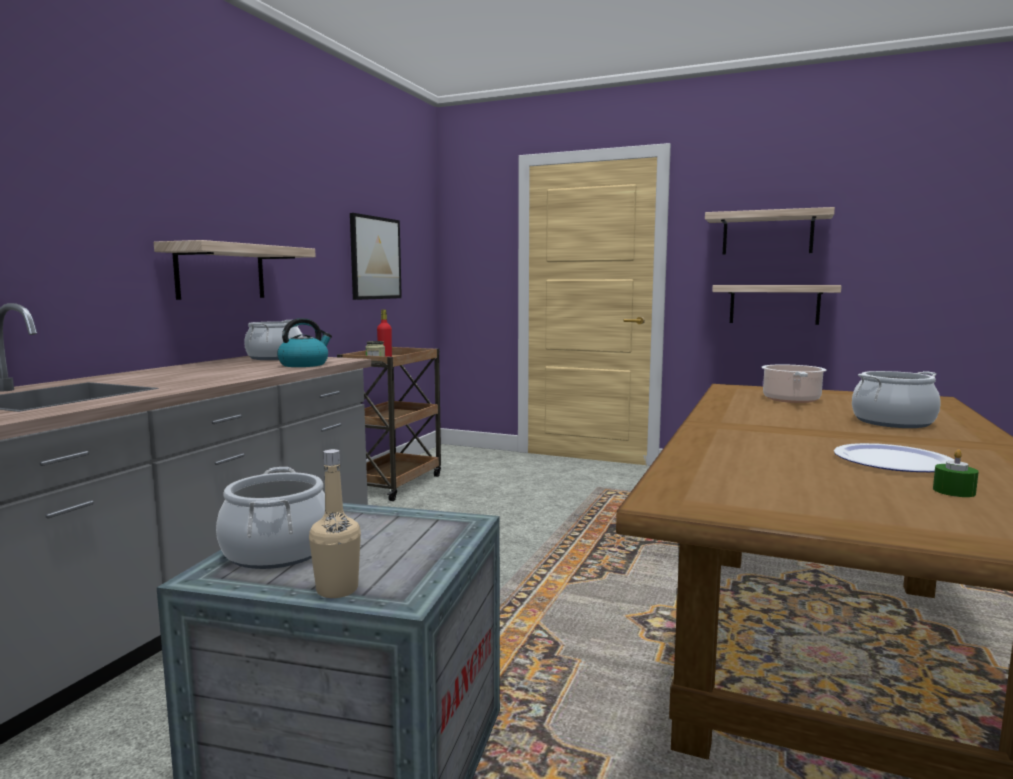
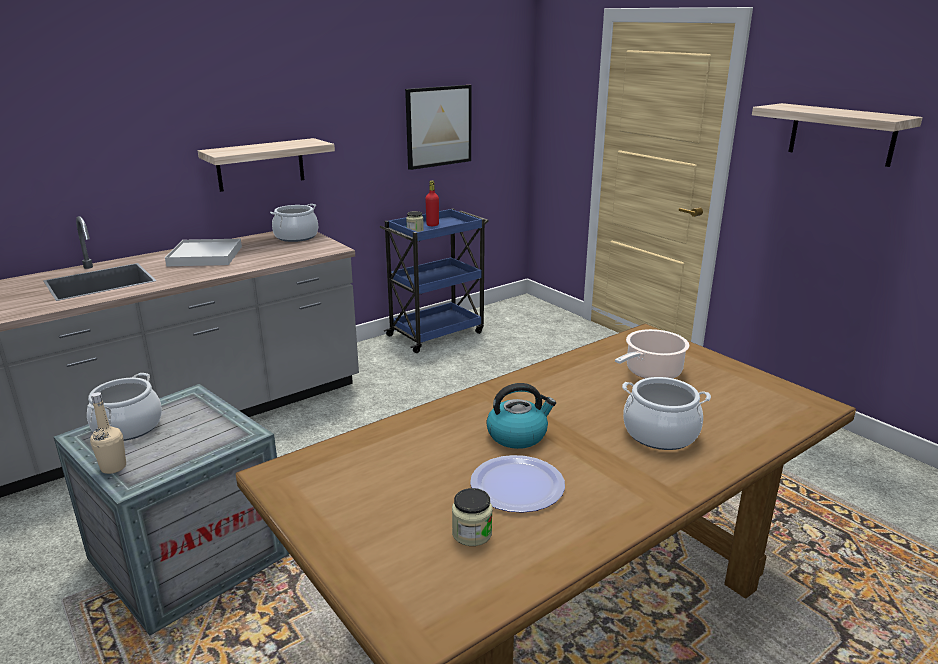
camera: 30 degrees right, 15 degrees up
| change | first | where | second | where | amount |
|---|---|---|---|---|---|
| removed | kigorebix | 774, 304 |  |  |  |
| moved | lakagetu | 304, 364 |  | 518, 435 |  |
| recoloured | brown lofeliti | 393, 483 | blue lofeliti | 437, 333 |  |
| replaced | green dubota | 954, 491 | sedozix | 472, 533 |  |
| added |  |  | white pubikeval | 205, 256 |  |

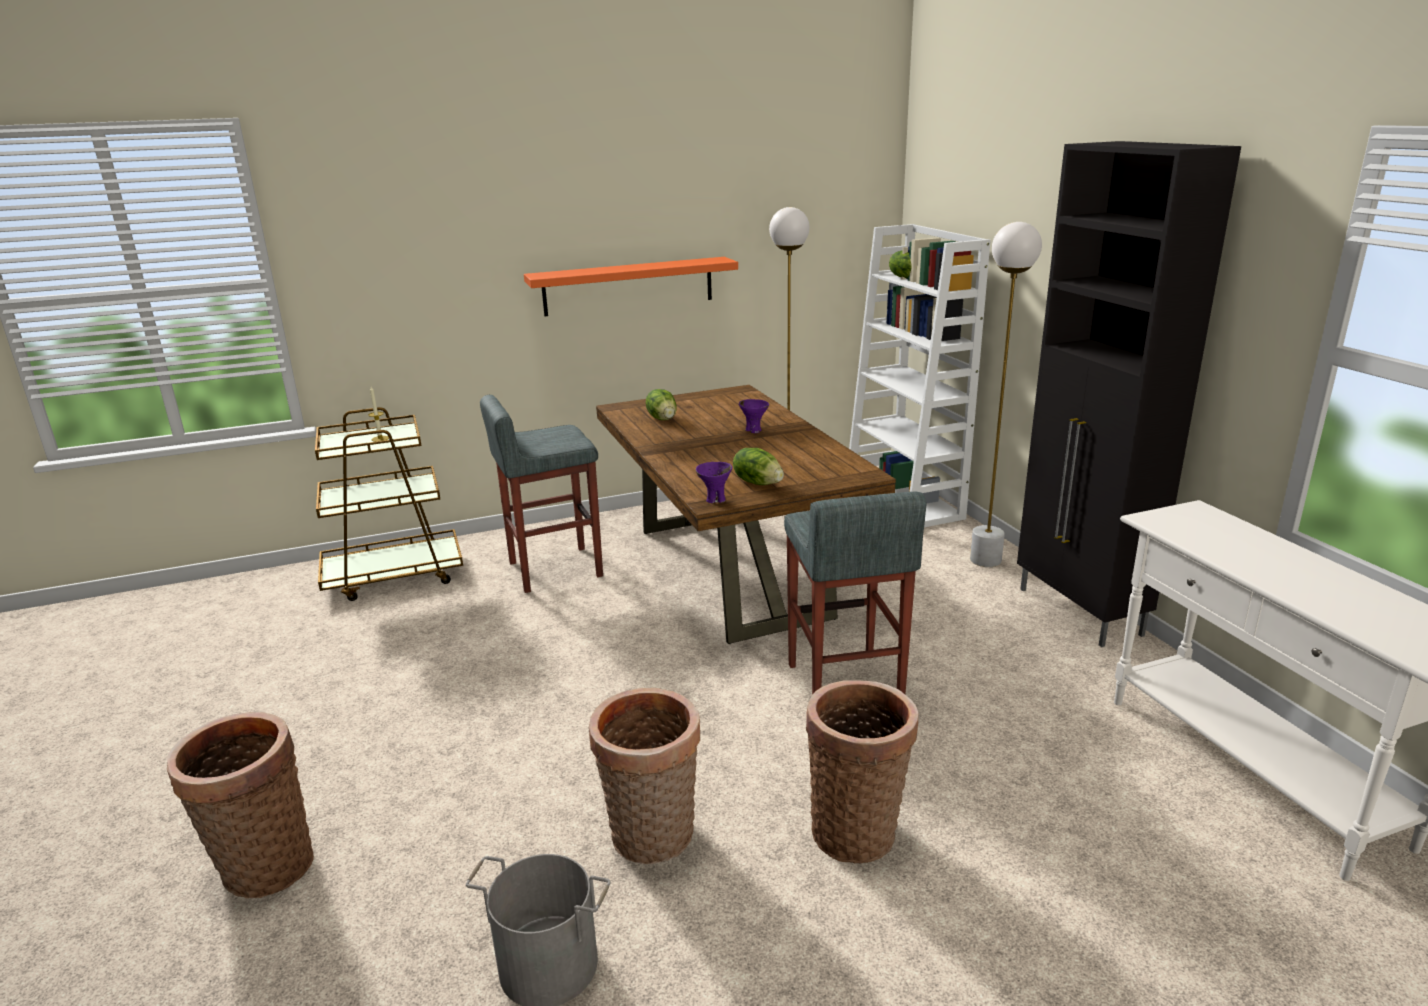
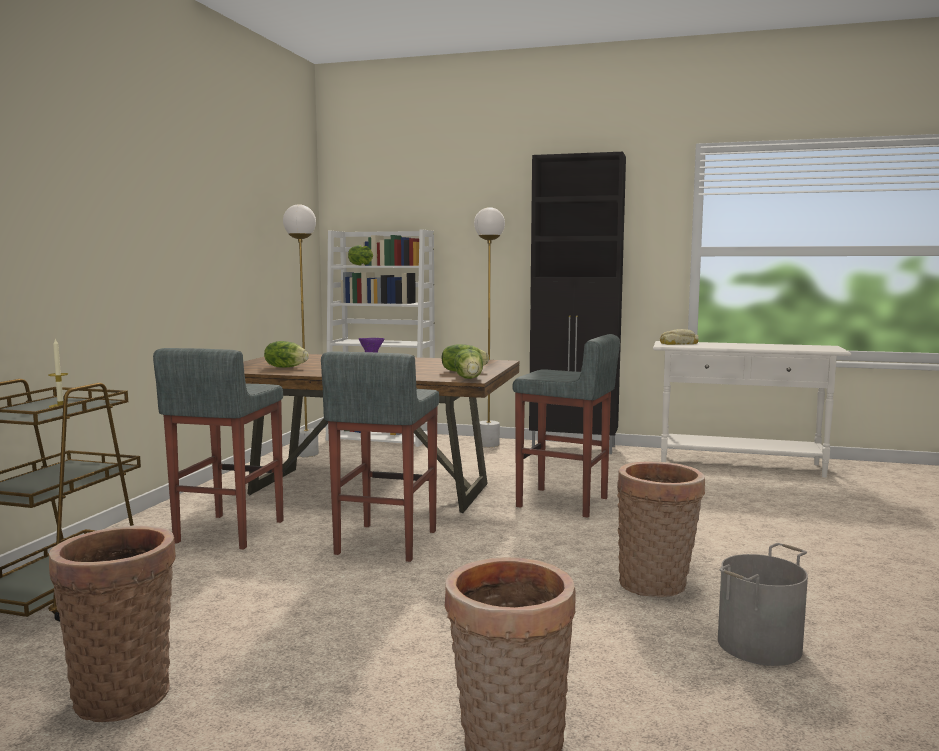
camera: 55 degrees left, 15 degrees down
| change | first | where | second | where | amount |
|---|---|---|---|---|---|
| removed | orange kigorebix | 628, 286 |  |  |  |
| replaced | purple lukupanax | 715, 500 | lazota | 469, 378 |  |
| moved | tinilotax | 856, 829 |  | 123, 692 |  |
| added |  |  | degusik | 678, 343 |  |
| added |  |  | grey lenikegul | 385, 542 |  |

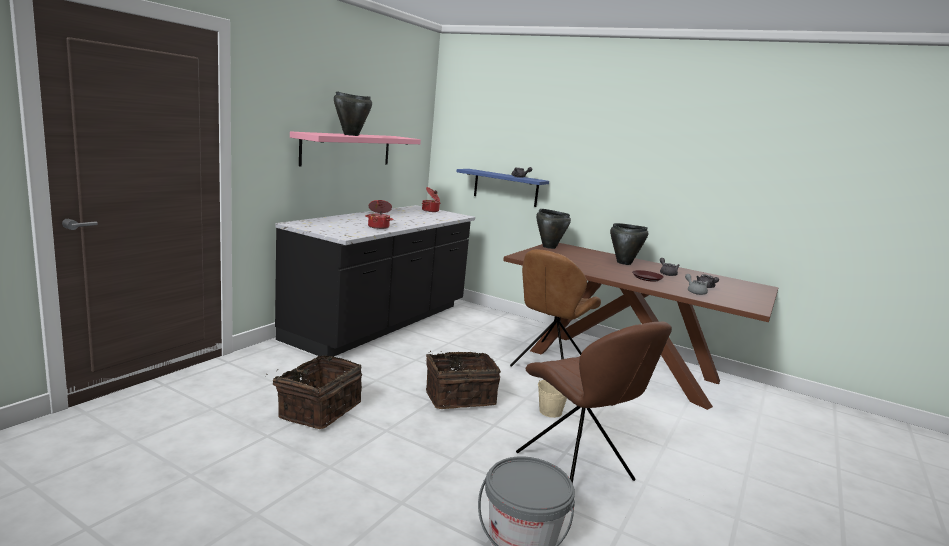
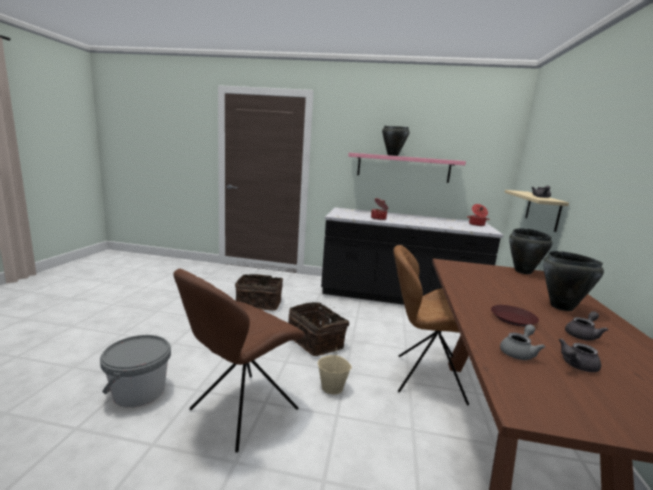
camera: 70 degrees right, 0 degrees up
| change | first | where | second | where | amount |
|---|---|---|---|---|---|
| recoloured | blue kigorebix | 505, 187 | beige kigorebix | 542, 210 |  |

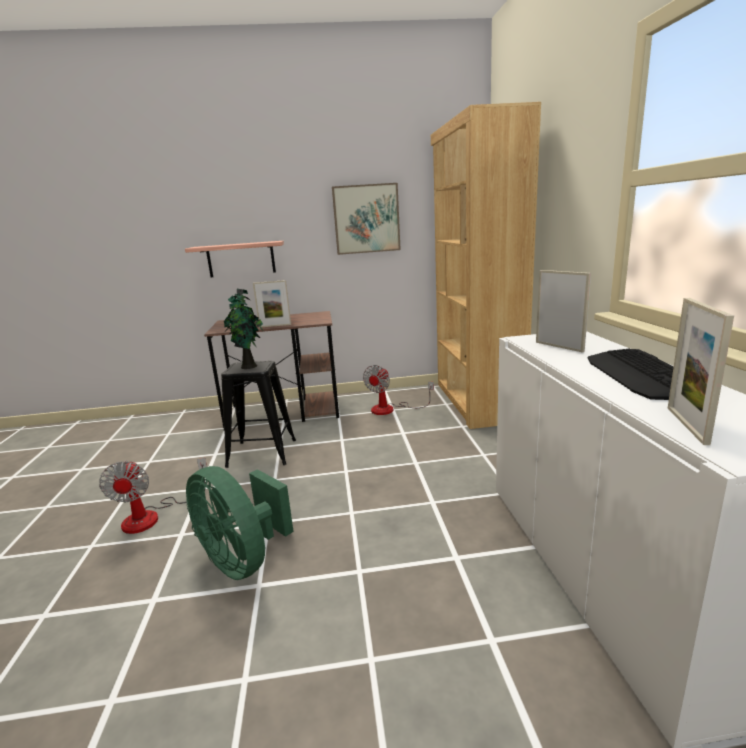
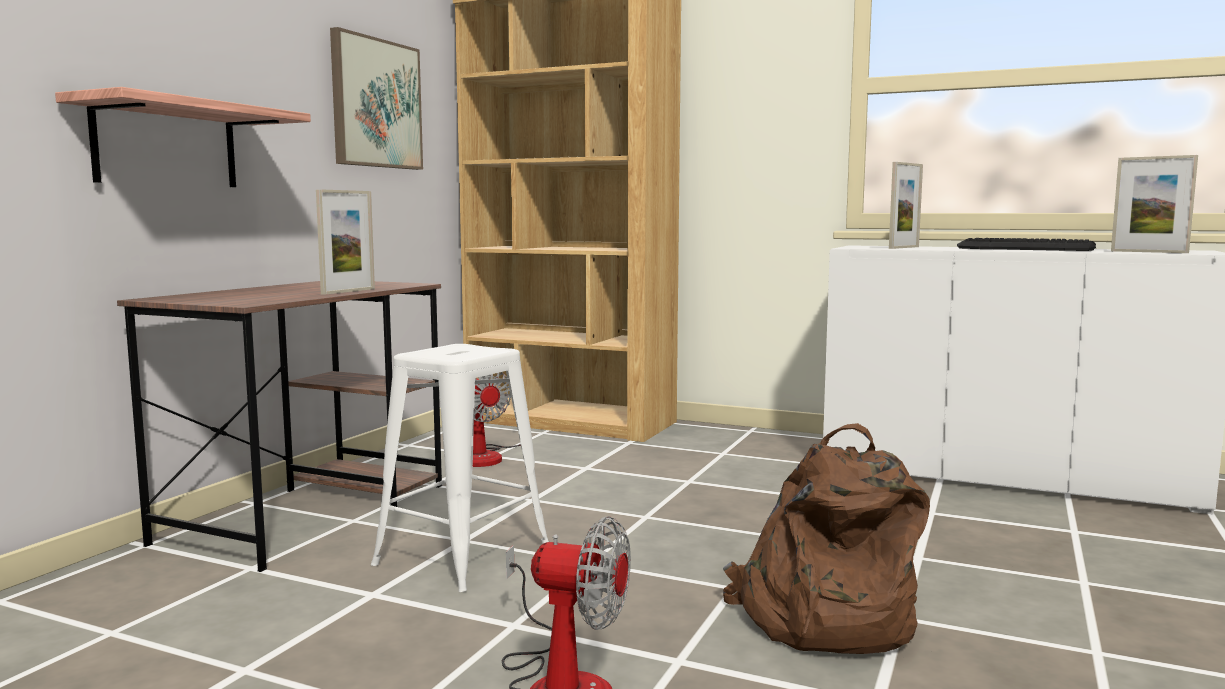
camera: 60 degrees left, 10 degrees down
| change | first | where | second | where | amount |
|---|---|---|---|---|---|
| turned | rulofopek | 559, 346 |  | 904, 247 | 135 degrees clockwise |
| removed | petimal | 250, 366 |  |  |  |
| recoloured | black lenikegul | 262, 453 | white lenikegul | 463, 555 |  |
| replaced | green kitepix | 243, 559 | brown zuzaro | 822, 619 |  |

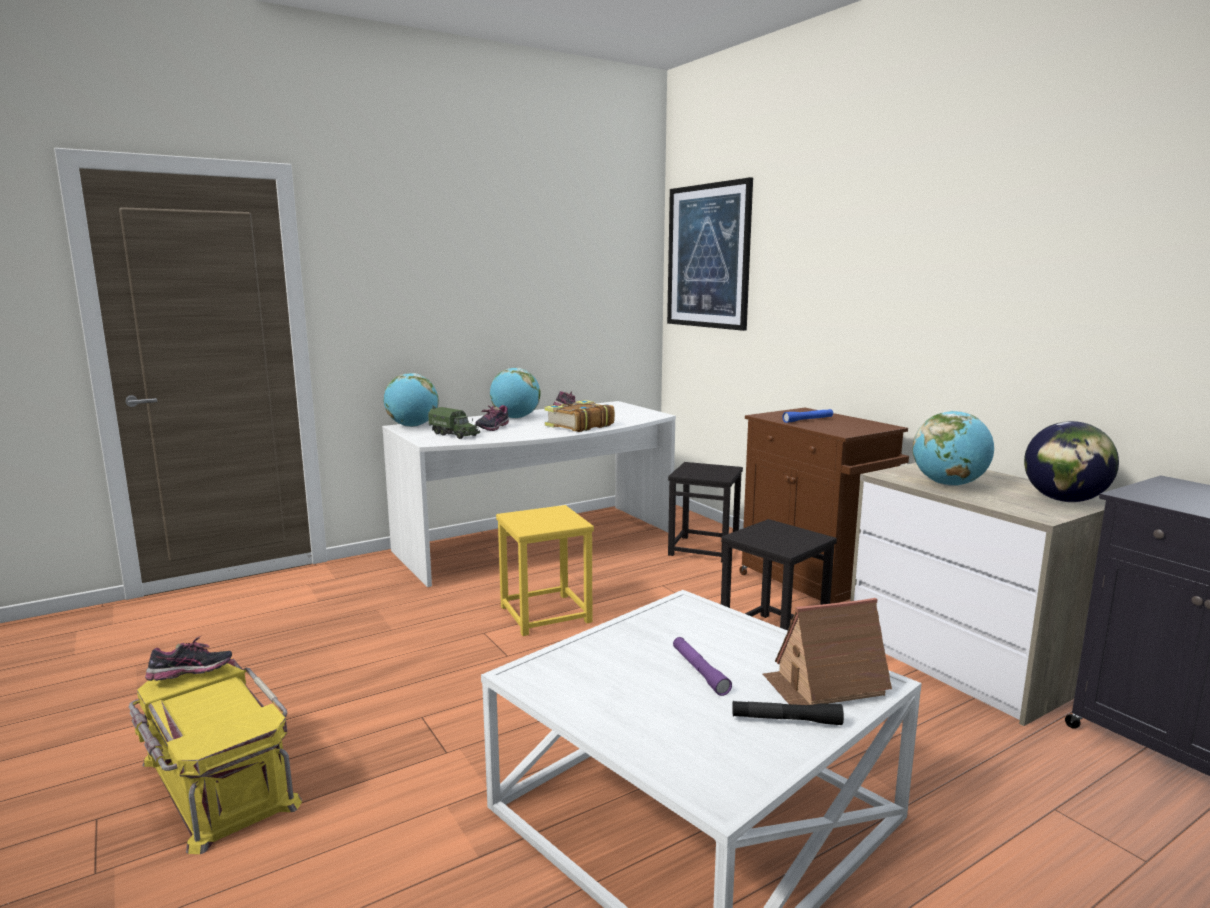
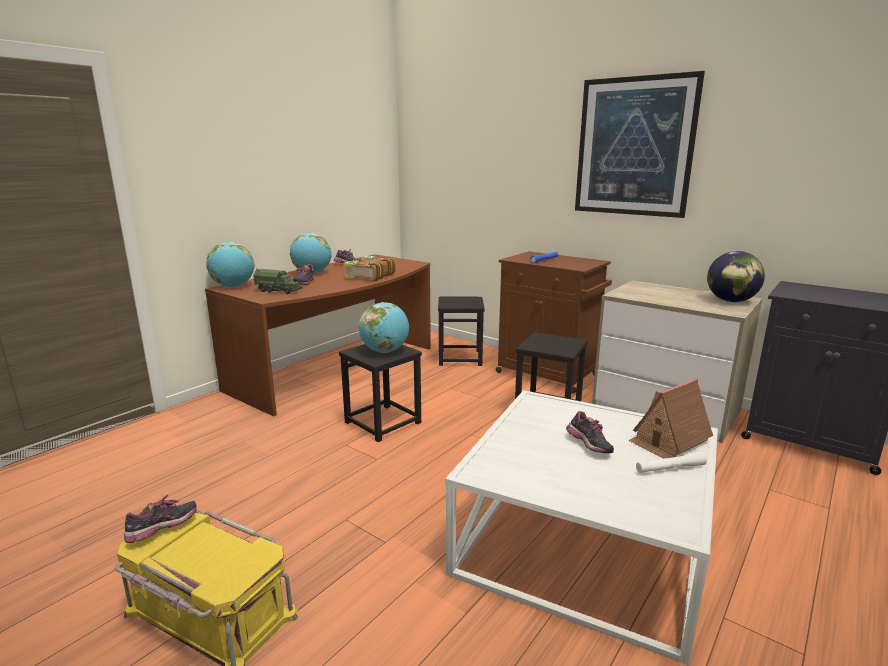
camera: 20 degrees left, 5 degrees up
| change | first | where | second | where | amount |
|---|---|---|---|---|---|
| moved | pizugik | 708, 256 |  | 634, 147 |  |
| recoloured | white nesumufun | 540, 543 | brown nesumufun | 339, 369 |  |
| moved | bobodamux | 949, 484 |  | 385, 351 |  |
| recoloured | yellow lenikegul | 545, 614 | black lenikegul | 383, 423 |  |
| replaced | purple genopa | 699, 671 | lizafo | 588, 446 |  |
| recoloured | black genopa | 786, 720 | white genopa | 670, 468 |  |

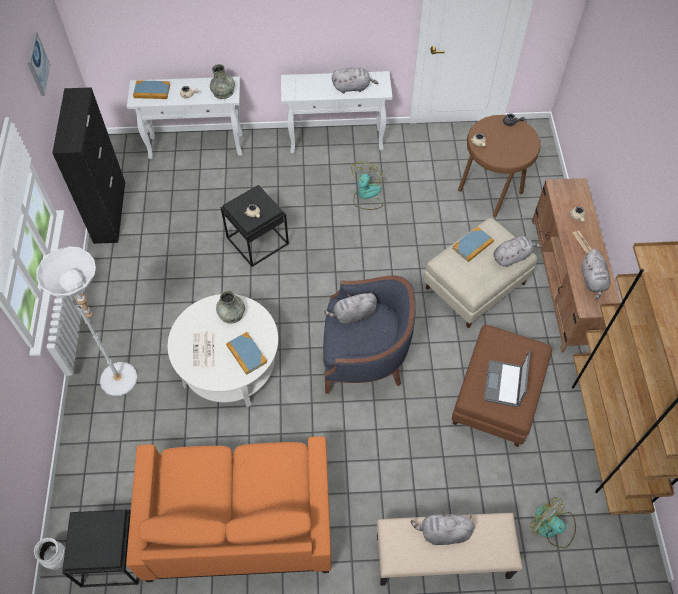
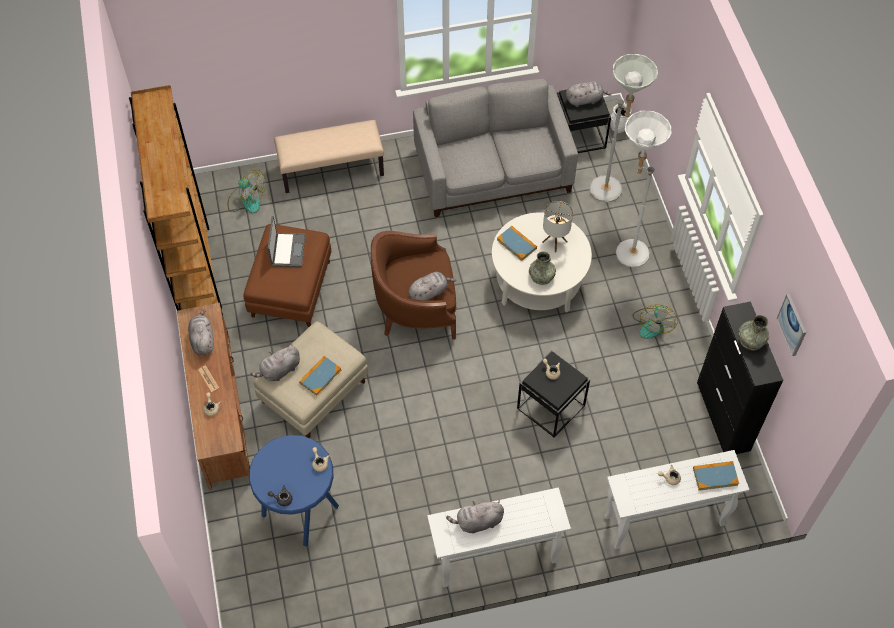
camera: 170 degrees right, 0 degrees up
| change | first | where | second | where | amount |
|---|---|---|---|---|---|
| moved | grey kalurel | 223, 92 |  | 751, 340 |  |
| recoloured | brown lenikegul | 490, 193 | blue lenikegul | 299, 510 |  |
| moved | kitepix | 366, 195 |  | 652, 324 |  |
| recoloured | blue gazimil | 364, 356 | brown gazimil | 416, 307 |  |
| replaced | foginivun | 204, 350 | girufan | 554, 241 |  |
| recoloured | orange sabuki | 238, 519 | grey sabuki | 493, 171 |  |
| moved | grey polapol | 443, 532 |  | 585, 100 |  |
| added |  |  | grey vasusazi | 610, 194 |  |

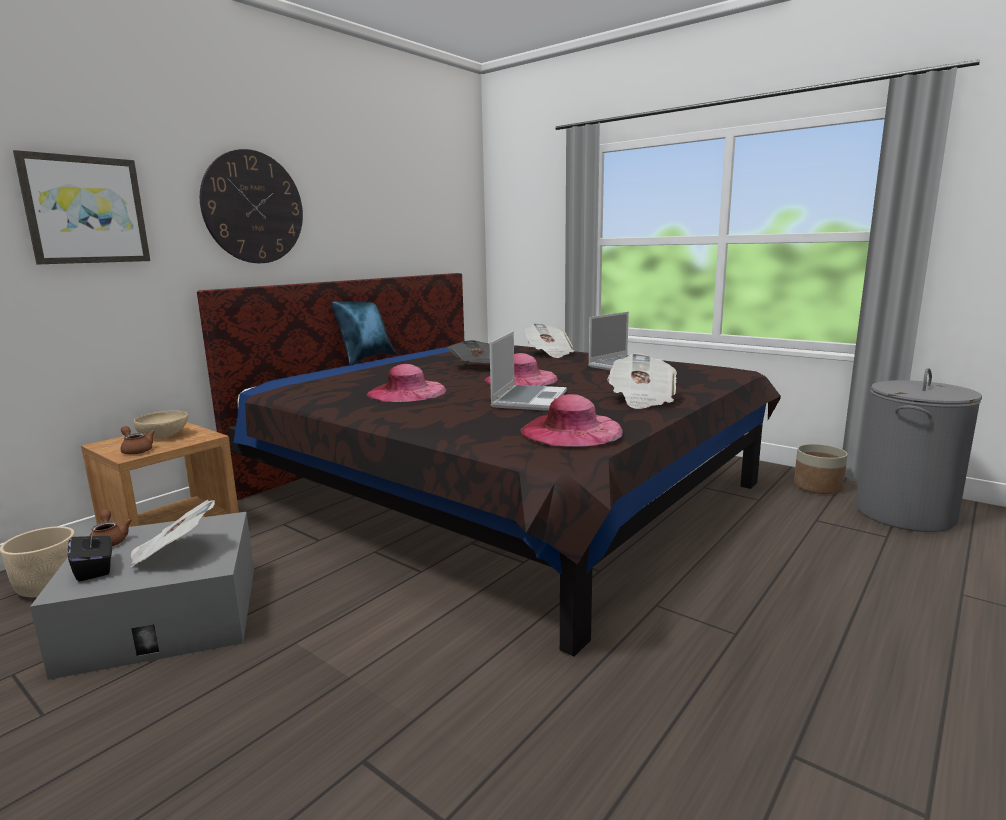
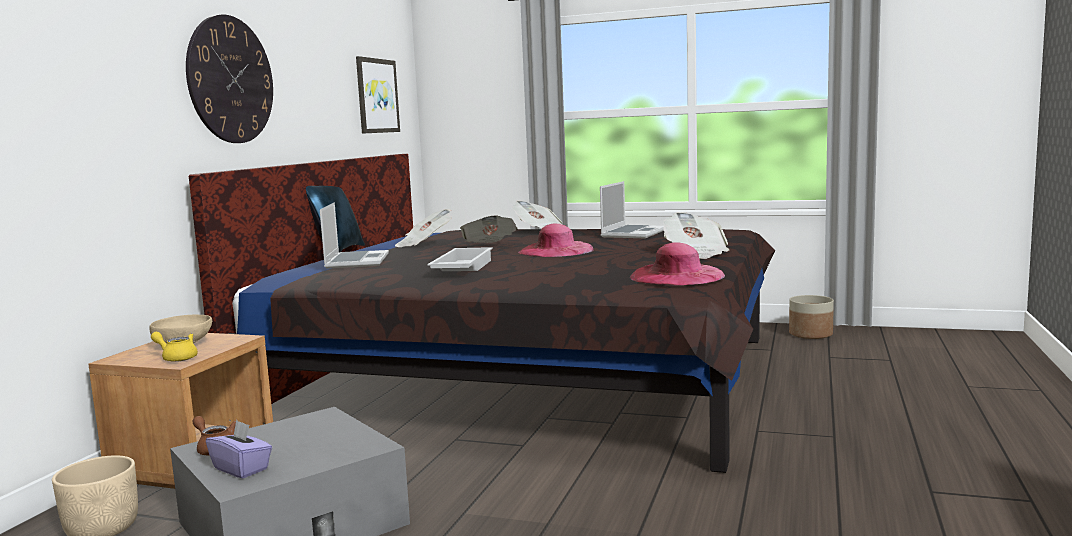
camera: 20 degrees left, 5 degrees down
| change | first | where | second | where | amount |
|---|---|---|---|---|---|
| moved | pizugik | 85, 210 |  | 376, 96 |  |
| moved | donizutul | 528, 399 |  | 356, 261 |  |
| replaced | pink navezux | 406, 392 | white pubikeval | 461, 268 |  |
| removed | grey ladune | 905, 513 |  |  |  |
| recoloured | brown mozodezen | 136, 450 | yellow mozodezen | 177, 358 |  |
| moved | foginivun | 173, 553 |  | 424, 244 |  |
| recoloured | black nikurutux | 95, 569 | purple nikurutux | 242, 469 |  |

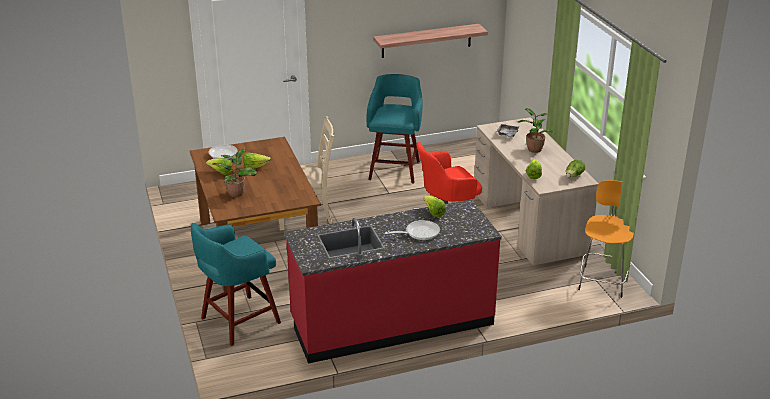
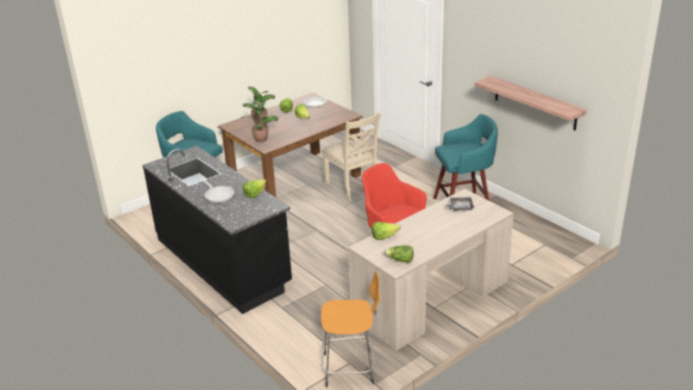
camera: 70 degrees right, 0 degrees up
| change | first | where | second | where | amount |
|---|---|---|---|---|---|
| moved | petimal | 533, 149 |  | 261, 139 |  |
| recoloured | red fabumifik | 392, 322 | black fabumifik | 223, 262 |  |

